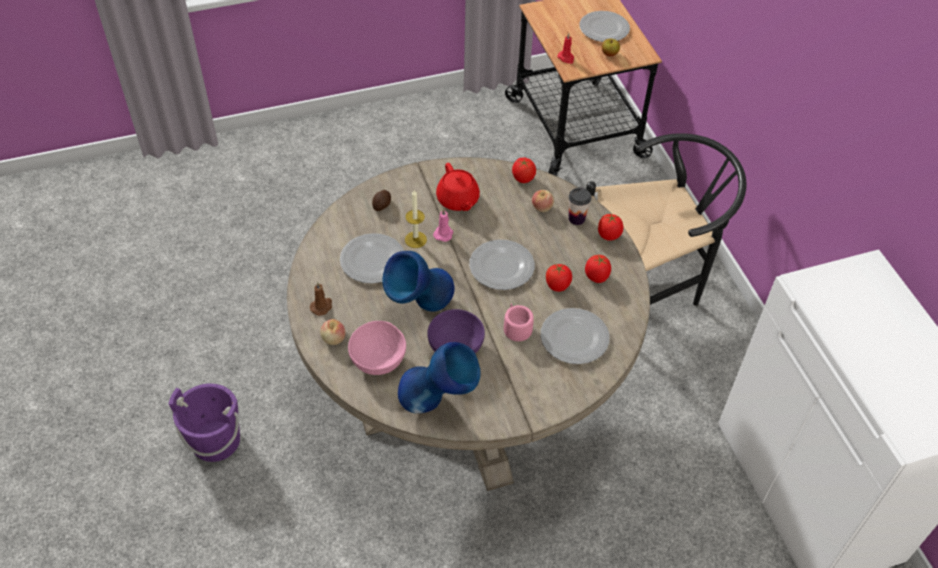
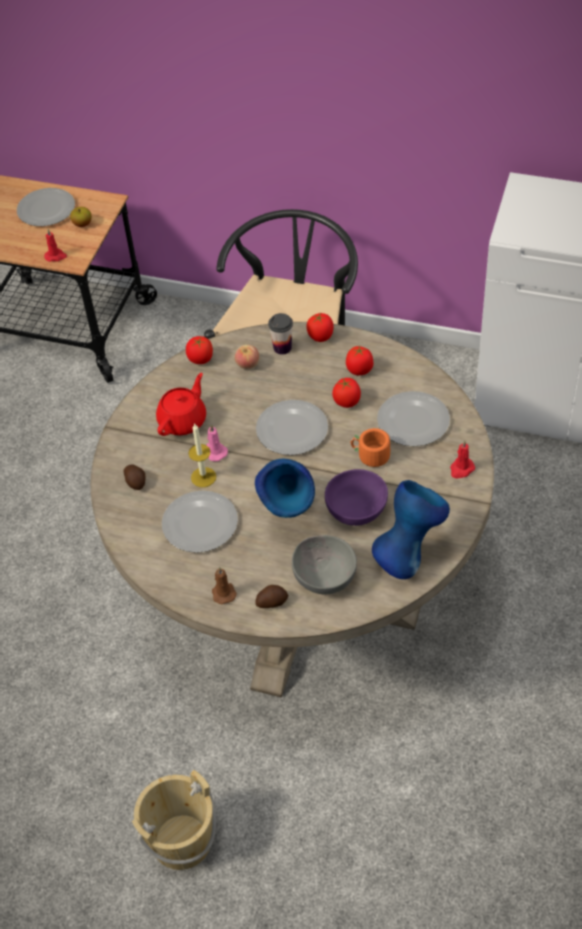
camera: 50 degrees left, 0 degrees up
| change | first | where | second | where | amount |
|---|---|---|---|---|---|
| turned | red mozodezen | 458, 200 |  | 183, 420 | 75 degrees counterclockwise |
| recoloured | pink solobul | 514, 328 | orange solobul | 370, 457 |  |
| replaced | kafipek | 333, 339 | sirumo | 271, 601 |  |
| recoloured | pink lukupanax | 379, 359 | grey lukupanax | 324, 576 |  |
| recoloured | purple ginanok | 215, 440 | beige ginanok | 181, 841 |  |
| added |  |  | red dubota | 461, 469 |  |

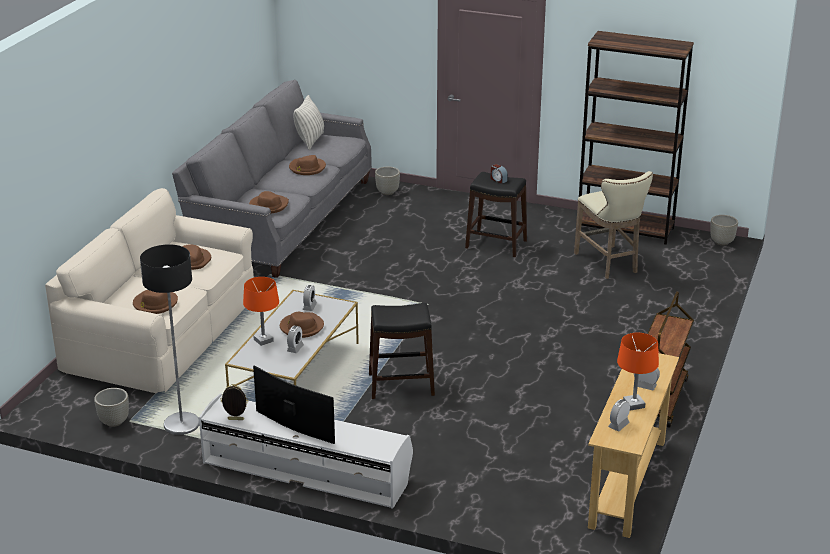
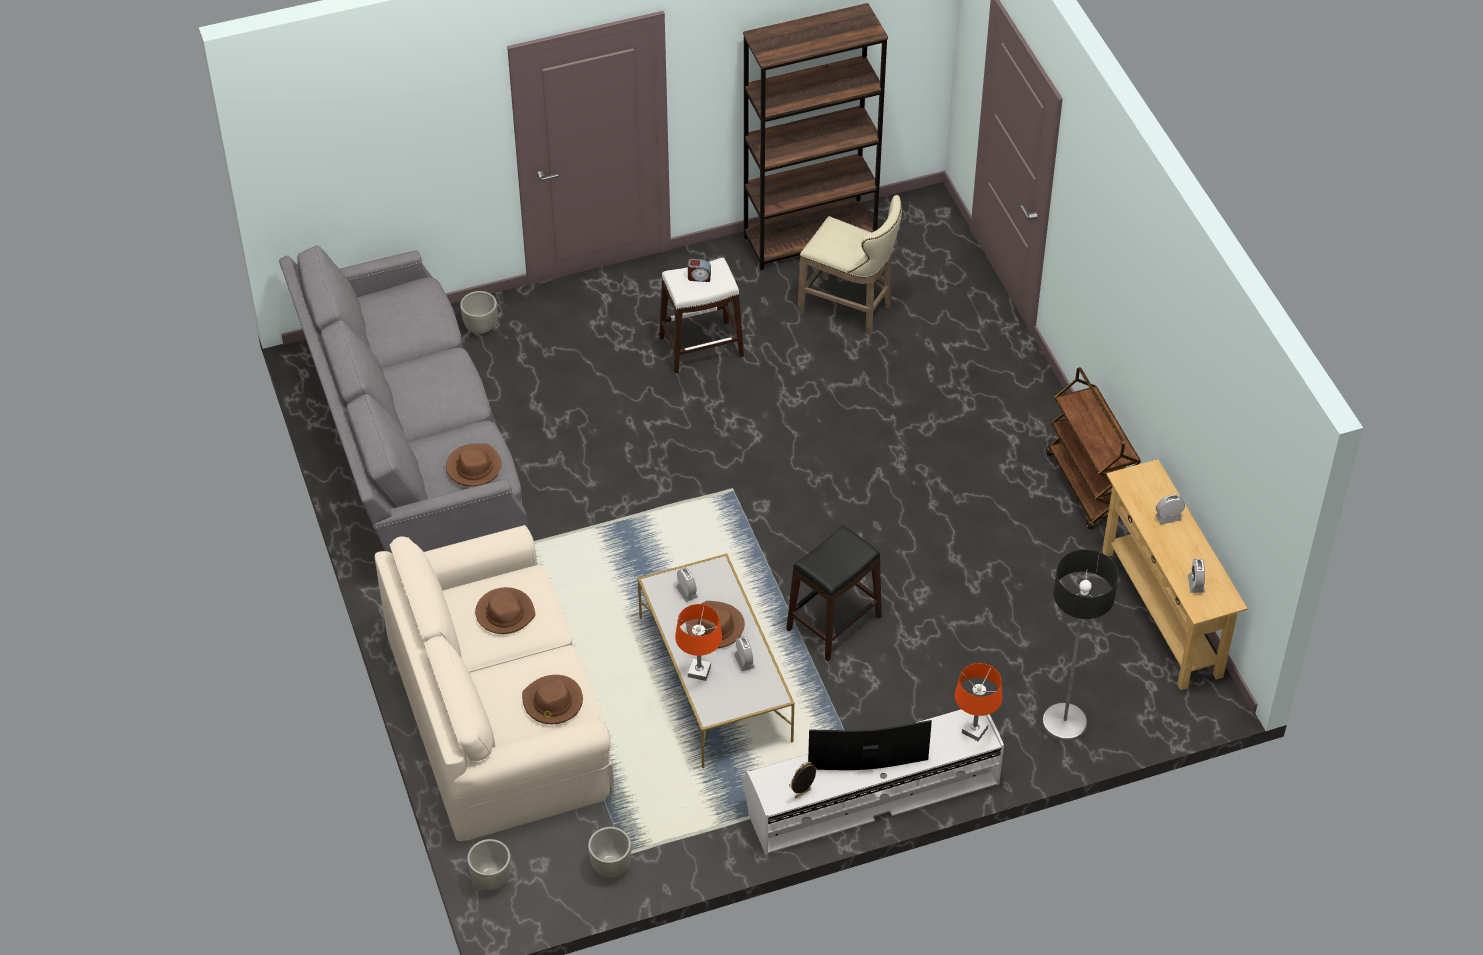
camera: 40 degrees left, 20 degrees up
| change | first | where | second | where | amount |
|---|---|---|---|---|---|
| removed | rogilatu | 310, 140 |  |  |  |
| removed | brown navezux | 307, 168 |  |  |  |
| recoloured | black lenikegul | 496, 244 | white lenikegul | 700, 347 |  |
| moved | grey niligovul | 721, 242 |  | 491, 878 |  |
| moved | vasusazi | 182, 424 |  | 1065, 722 |  |
| moved | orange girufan | 634, 404 |  | 974, 730 |  |

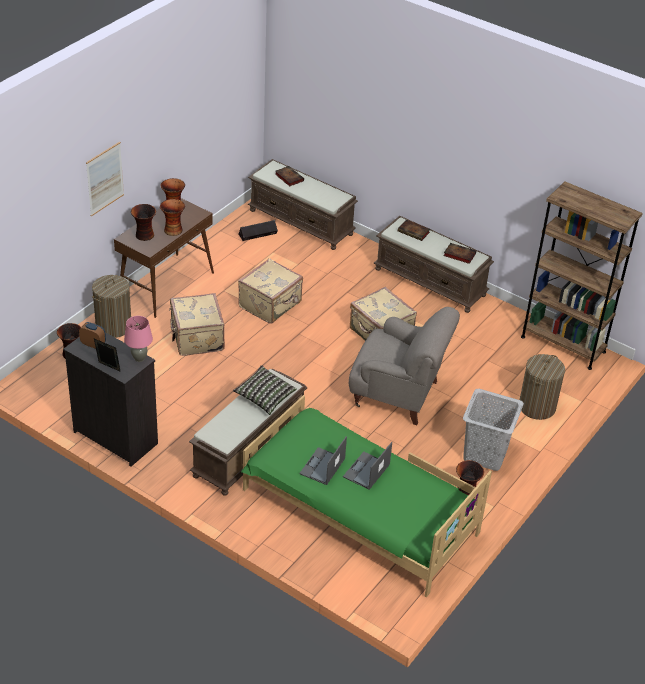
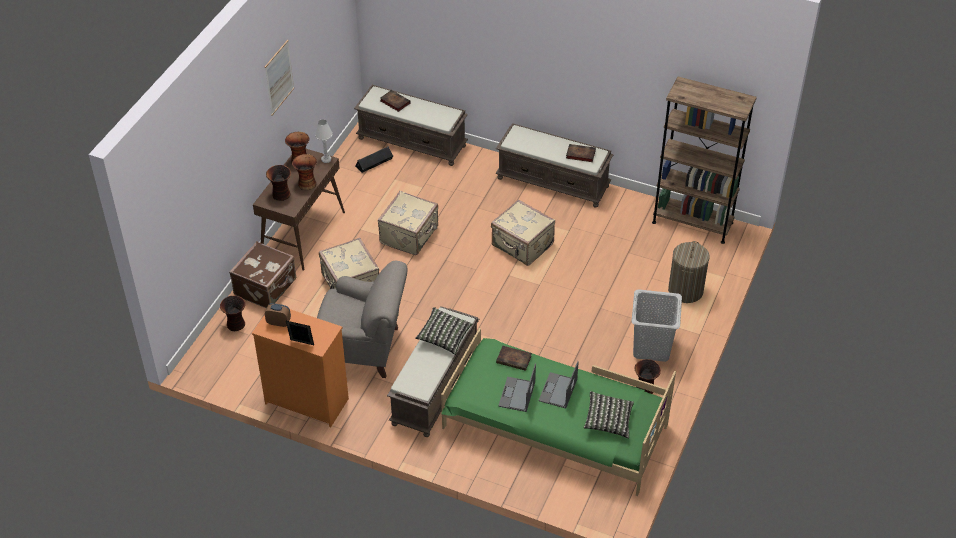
camera: 10 degrees left, 5 degrees up
| change | first | where | second | where | amount |
|---|---|---|---|---|---|
| moved | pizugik | 105, 178 |  | 279, 77 |  |
| moved | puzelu | 414, 232 |  | 514, 359 |  |
| replaced | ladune | 113, 326 | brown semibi | 266, 287 |  |
| moved | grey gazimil | 398, 395 |  | 363, 349 |  |
| removed | pink girufan | 139, 358 |  |  |  |
| recoloured | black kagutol | 115, 437 | orange kagutol | 306, 400 |  |
| added |  |  | white girufan | 326, 159 |  |
| added |  |  | rogilatu | 608, 420 |  |

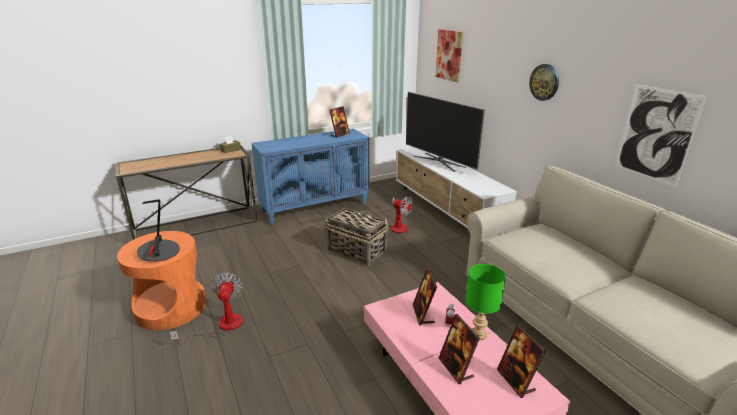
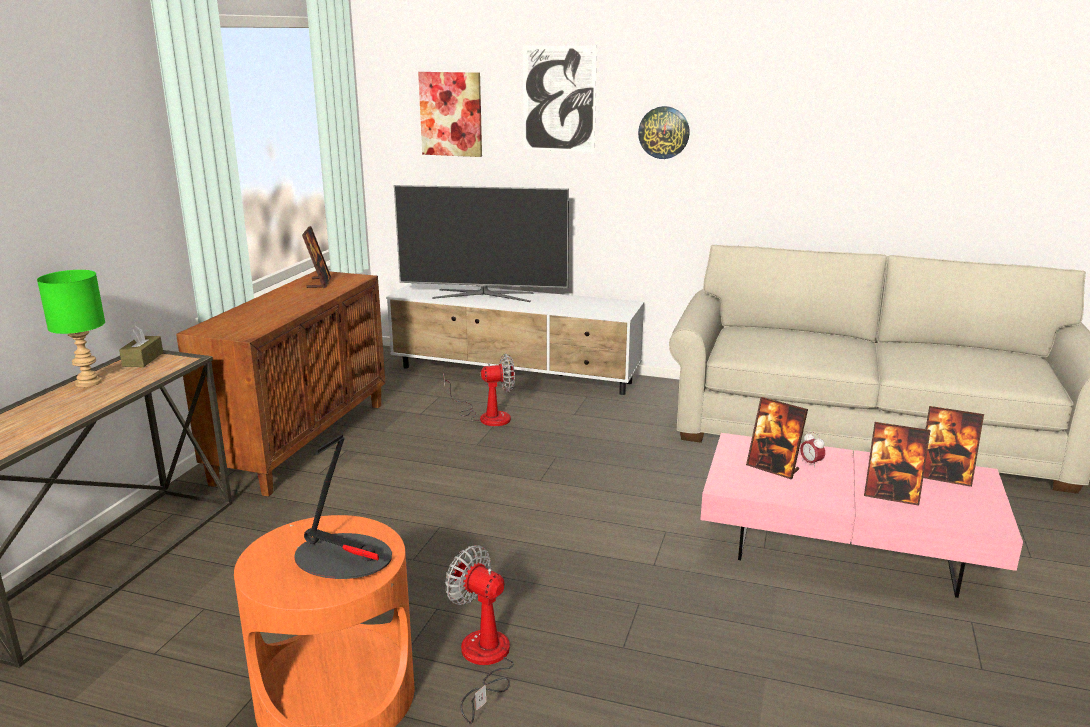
camera: 45 degrees left, 5 degrees down
| change | first | where | second | where | amount |
|---|---|---|---|---|---|
| moved | pizugik | 656, 134 |  | 559, 99 |  |
| recoloured | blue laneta | 315, 206 | brown laneta | 302, 441 |  |
| removed | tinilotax | 356, 251 |  |  |  |
| moved | green girufan | 478, 334 |  | 87, 382 |  |

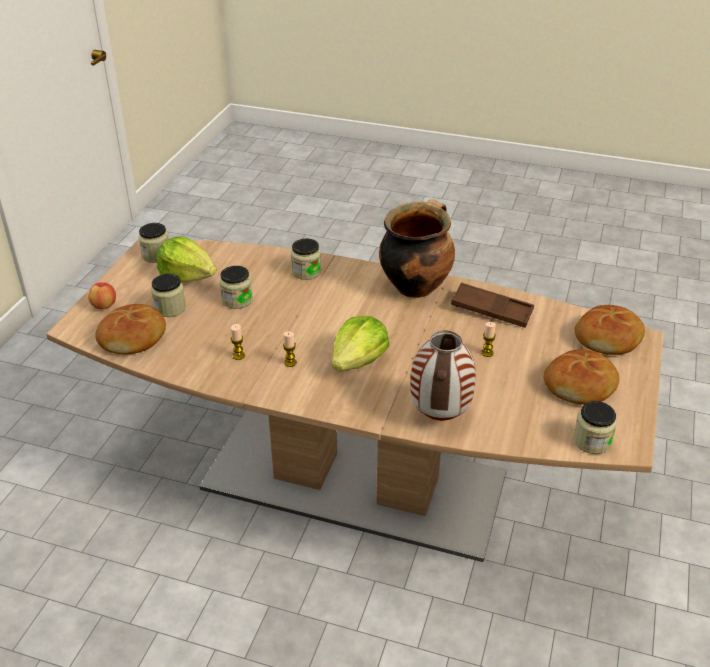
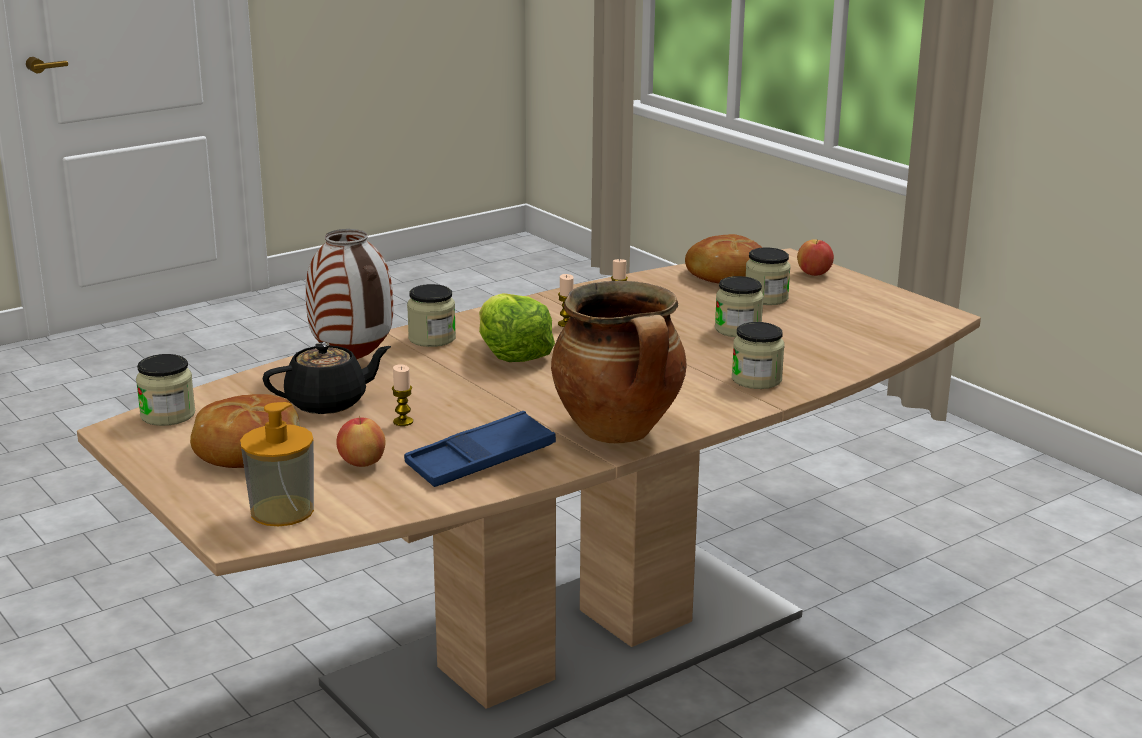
camera: 125 degrees right, 15 degrees down
| change | first | where | second | where | amount |
|---|---|---|---|---|---|
| moved | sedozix | 156, 255 |  | 432, 338 |  |
| removed | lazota | 187, 276 |  |  |  |
| recoloured | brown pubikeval | 491, 310 | blue pubikeval | 480, 460 |  |
| replaced | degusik | 608, 338 | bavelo | 282, 511 |  |
| added |  |  | black mozodezen | 328, 403 |  |
| added |  |  | kafipek | 362, 463 |  |

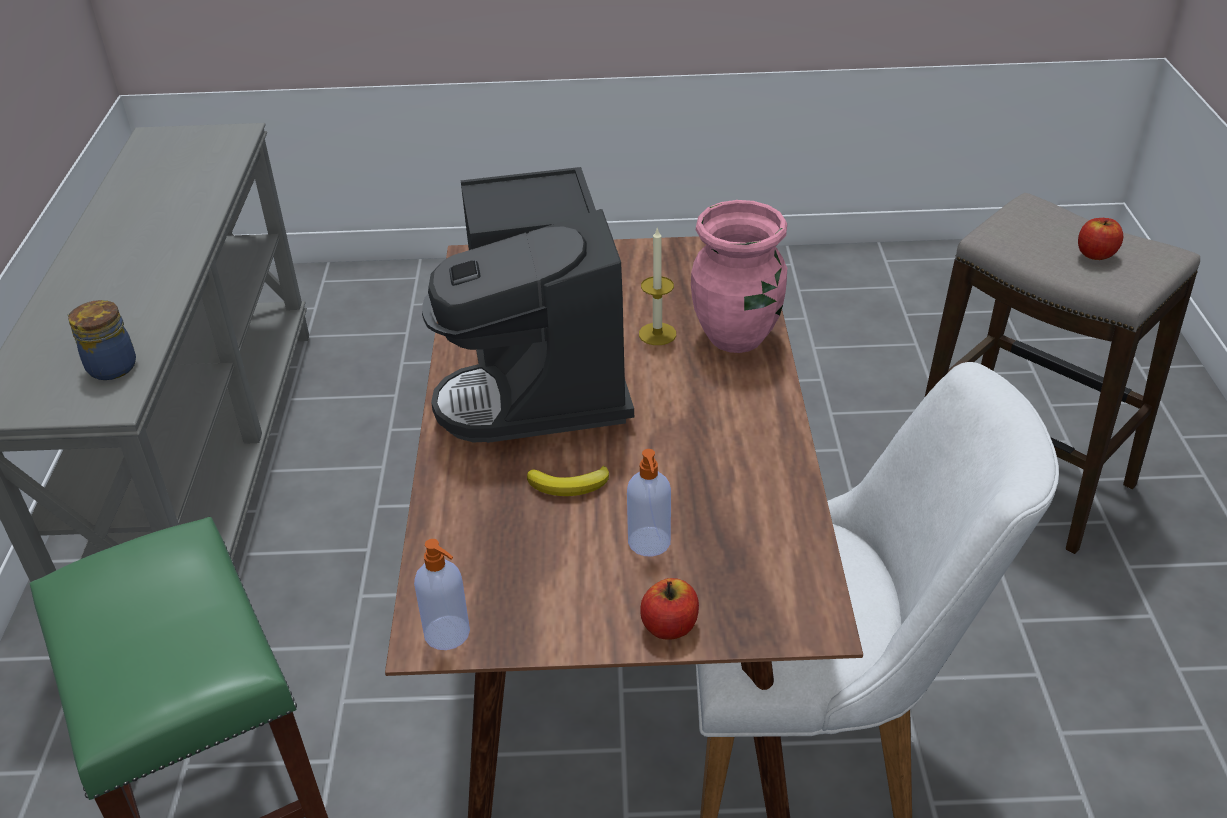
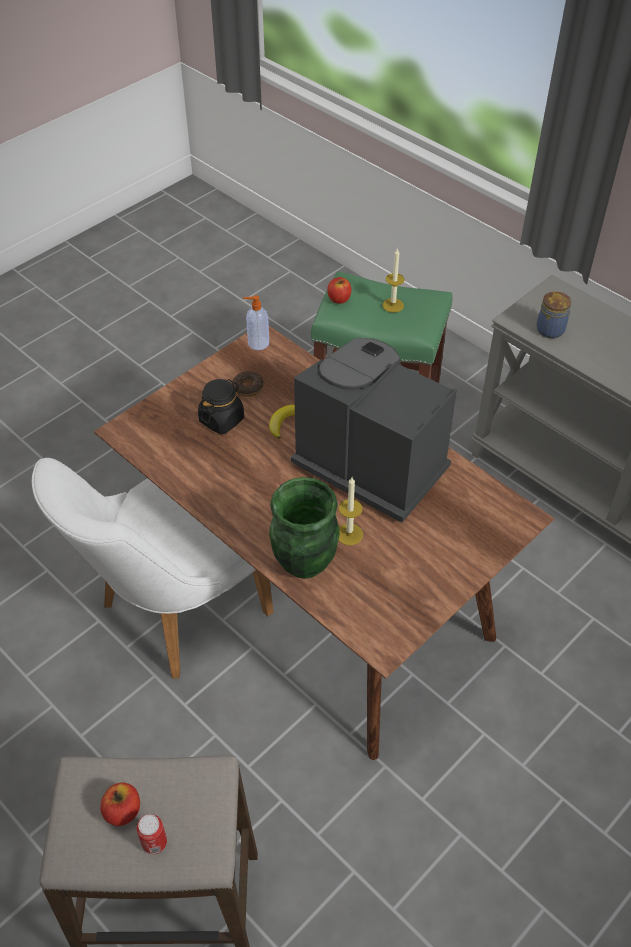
camera: 135 degrees right, 10 degrees up
| change | first | where | second | where | amount |
|---|---|---|---|---|---|
| recoloured | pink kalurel | 737, 337 | green kalurel | 304, 563 |  |
| replaced | bavelo | 649, 543 | black sedozix | 222, 420 |  |
| moved | kafipek | 670, 626 |  | 339, 299 |  |
| added |  |  | dubota | 393, 305 |  |
| added |  |  | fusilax | 248, 387 |  |
| added |  |  | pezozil | 154, 843 |  |

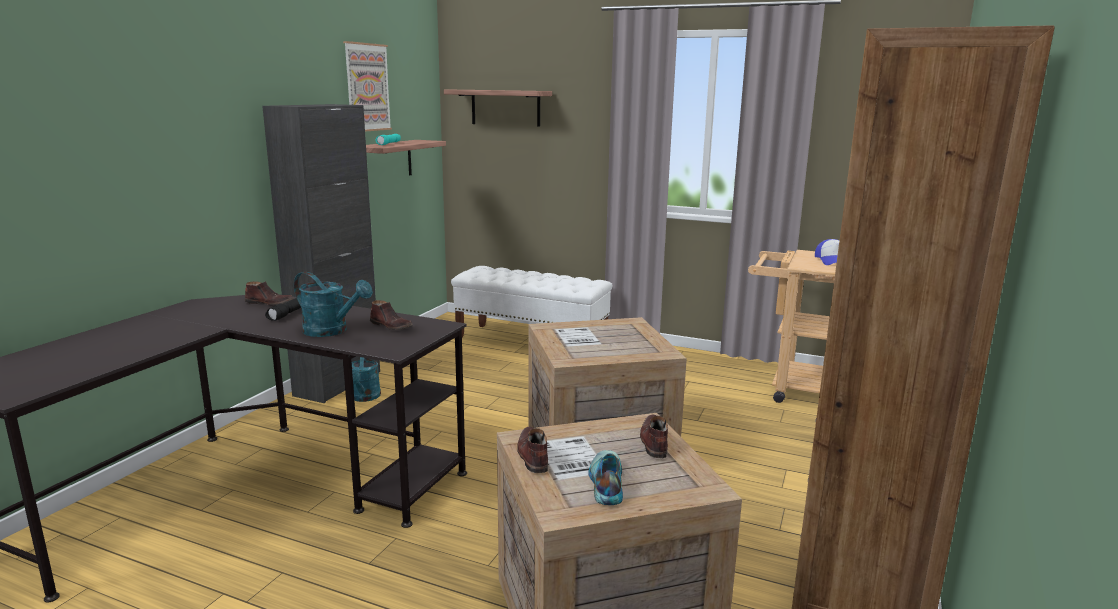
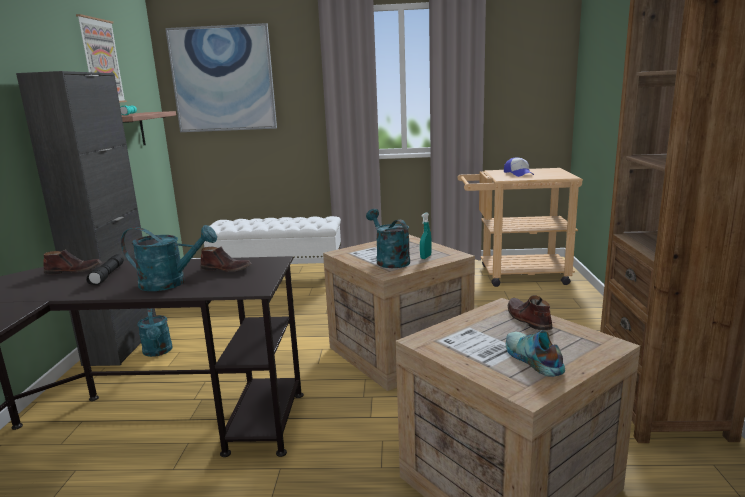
camera: 20 degrees left, 0 degrees up
| change | first | where | second | where | amount |
|---|---|---|---|---|---|
| replaced | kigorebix | 505, 107 | pizugik | 223, 79 |  |
| removed | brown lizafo | 532, 456 |  |  |  |
| added |  |  | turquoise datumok | 389, 260 |  |
| added |  |  | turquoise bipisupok | 425, 257 |  |

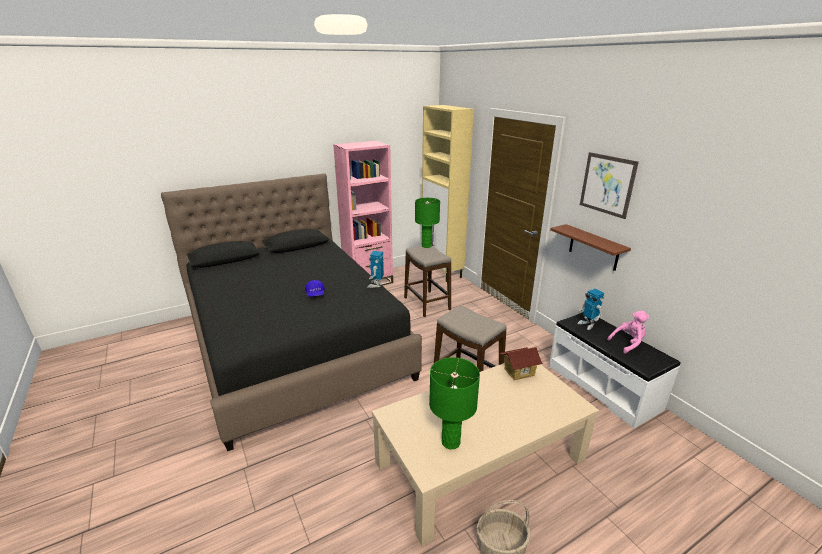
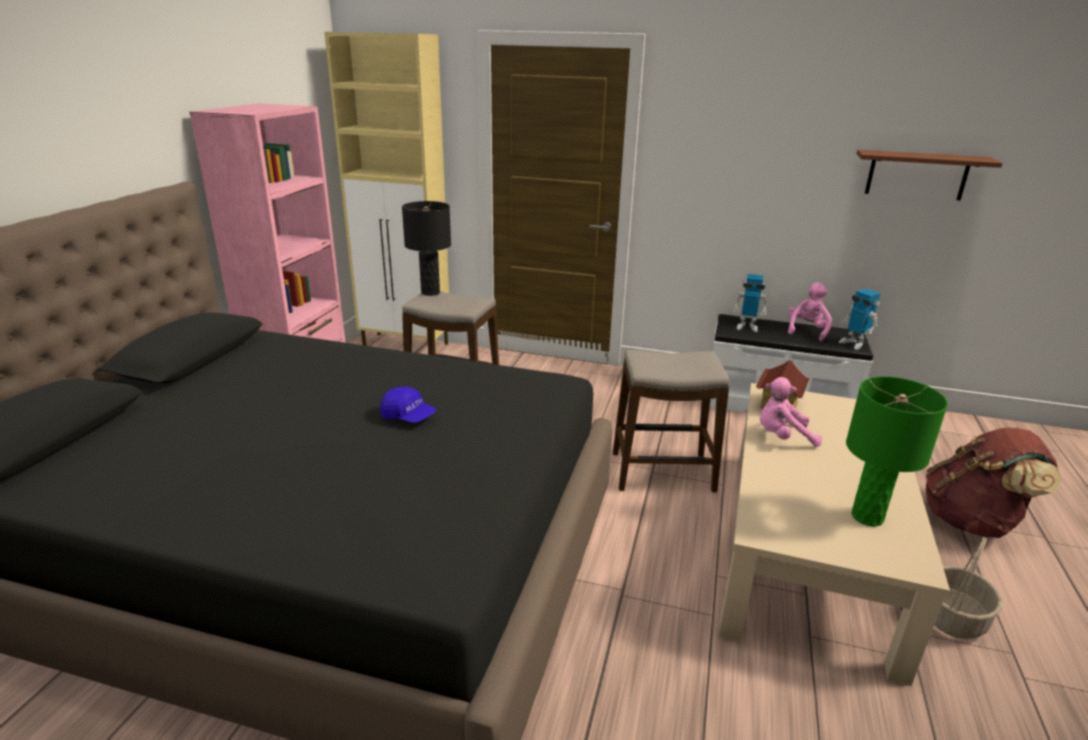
camera: 45 degrees left, 0 degrees up
| change | first | where | second | where | amount |
|---|---|---|---|---|---|
| removed | pizugik | 607, 184 |  |  |  |
| recoloured | green girufan | 426, 246 | black girufan | 430, 292 |  |
| moved | brown kigorebix | 593, 248 |  | 917, 175 |  |
| moved | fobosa | 376, 285 |  | 854, 344 |  |
| added |  |  | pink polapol | 782, 437 |  |
| added |  |  | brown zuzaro | 972, 521 |  |

